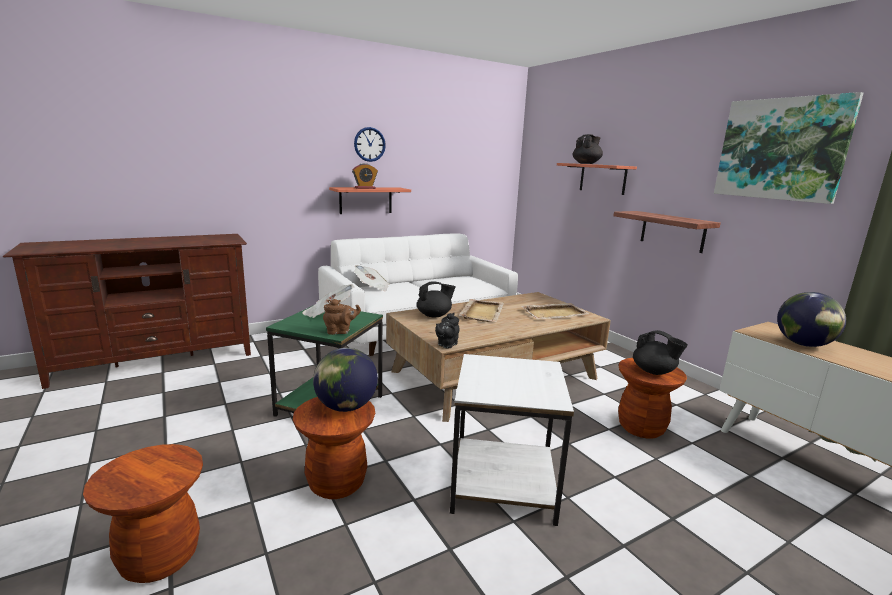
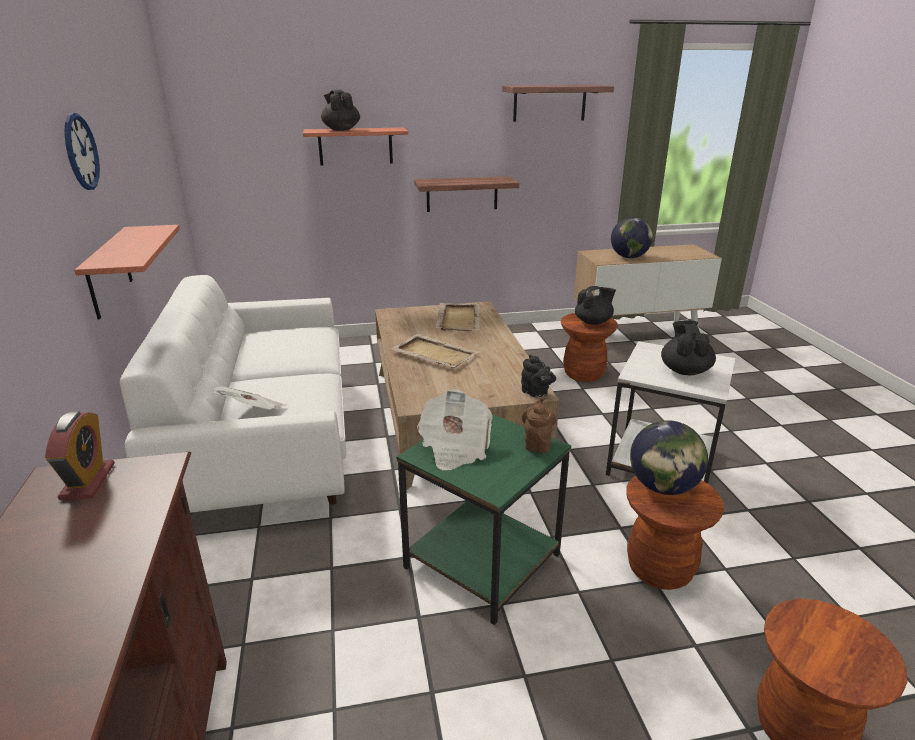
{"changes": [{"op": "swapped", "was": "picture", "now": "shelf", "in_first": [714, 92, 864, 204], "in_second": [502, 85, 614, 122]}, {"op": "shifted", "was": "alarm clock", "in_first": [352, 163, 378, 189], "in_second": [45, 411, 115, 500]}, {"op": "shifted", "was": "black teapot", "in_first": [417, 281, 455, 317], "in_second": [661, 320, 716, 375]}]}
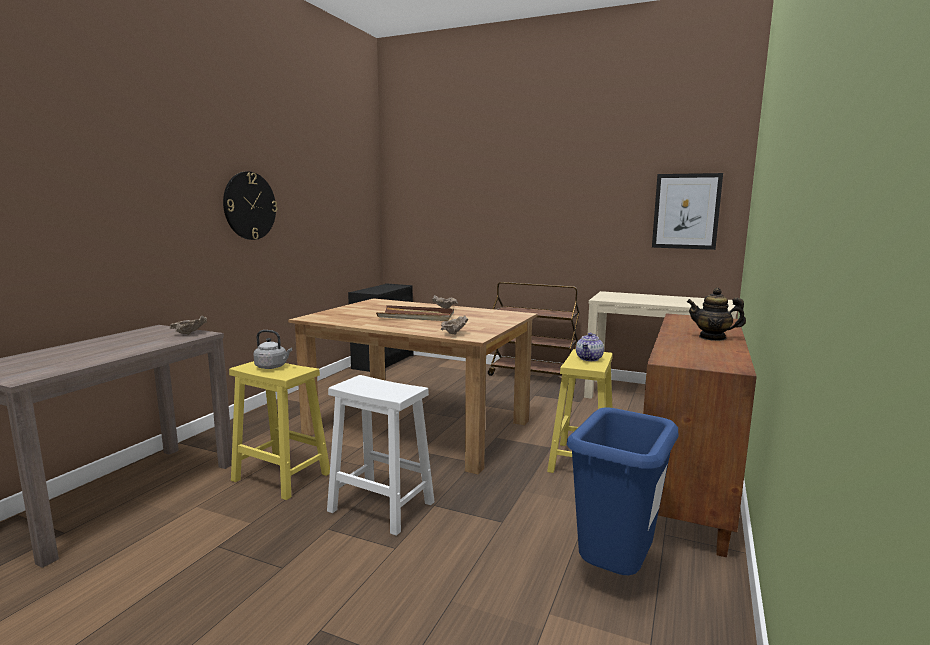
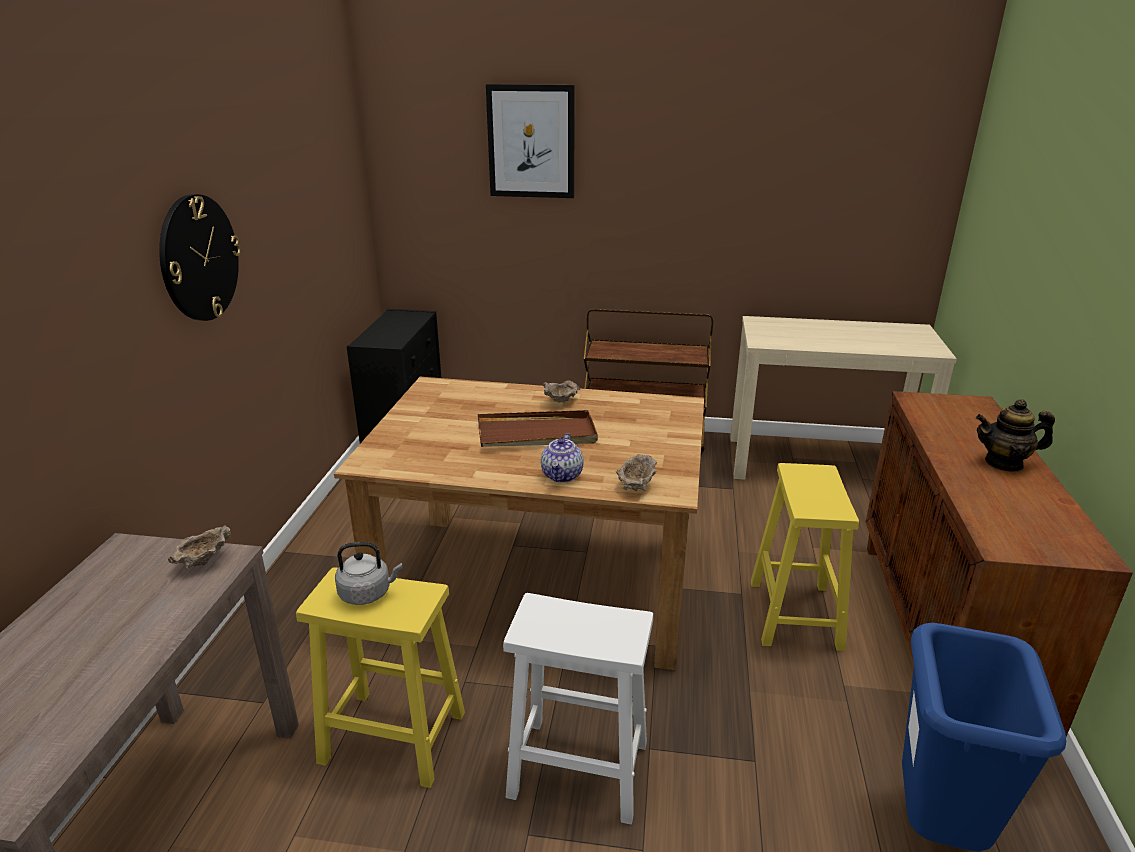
{"changes": [{"op": "shifted", "was": "picture", "in_first": [652, 173, 723, 250], "in_second": [486, 84, 575, 198]}, {"op": "shifted", "was": "teapot", "in_first": [576, 333, 604, 361], "in_second": [541, 433, 584, 483]}]}
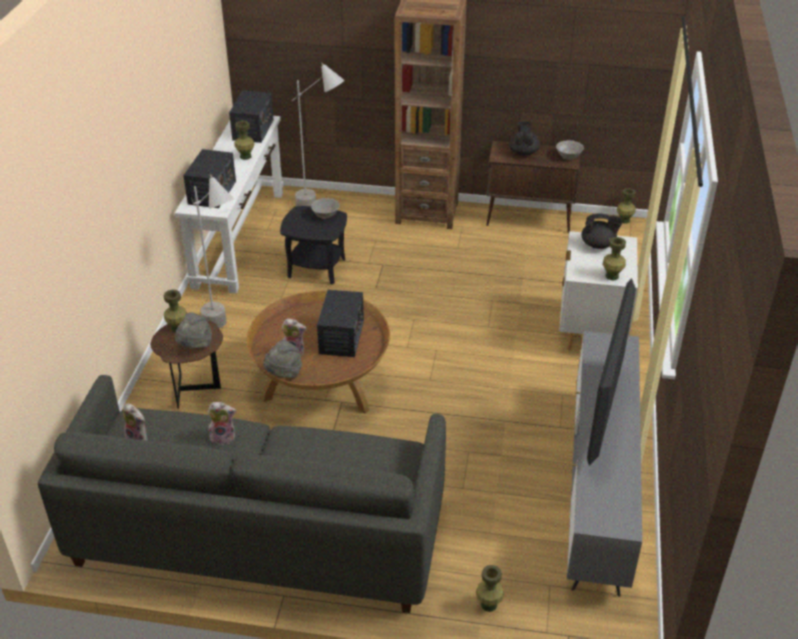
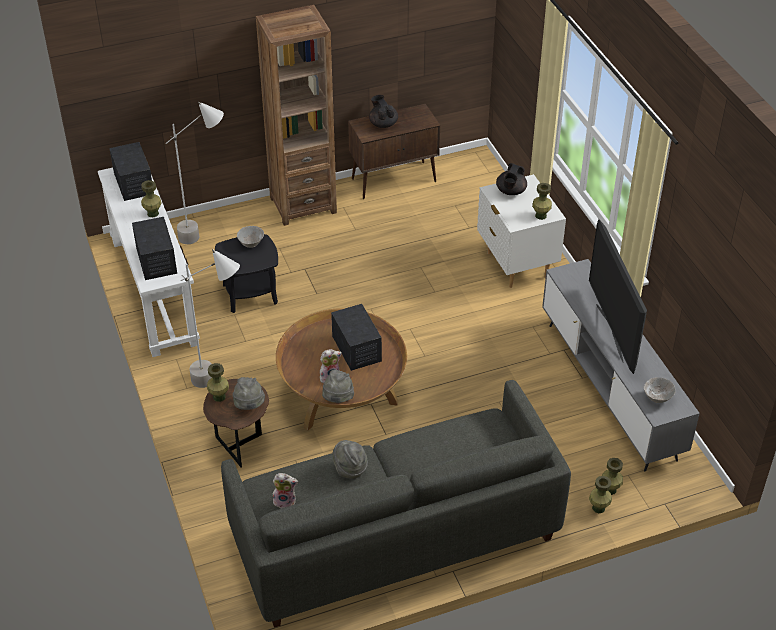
{"changes": [{"op": "shifted", "was": "grey bowl", "in_first": [556, 140, 584, 160], "in_second": [644, 377, 675, 403]}, {"op": "shifted", "was": "green vase", "in_first": [617, 188, 636, 224], "in_second": [602, 458, 623, 495]}, {"op": "rotated", "was": "black teapot", "in_first": [581, 213, 623, 249], "in_second": [496, 163, 527, 195], "clockwise": 135}, {"op": "swapped", "was": "plush toy", "now": "grey hat", "in_first": [208, 402, 236, 445], "in_second": [332, 440, 368, 479]}]}
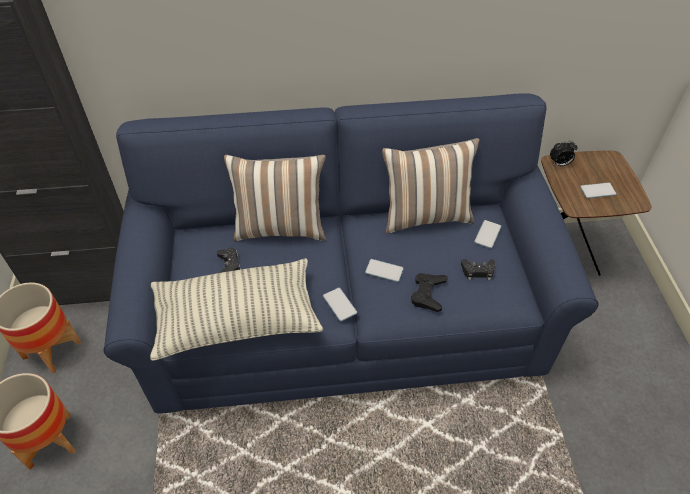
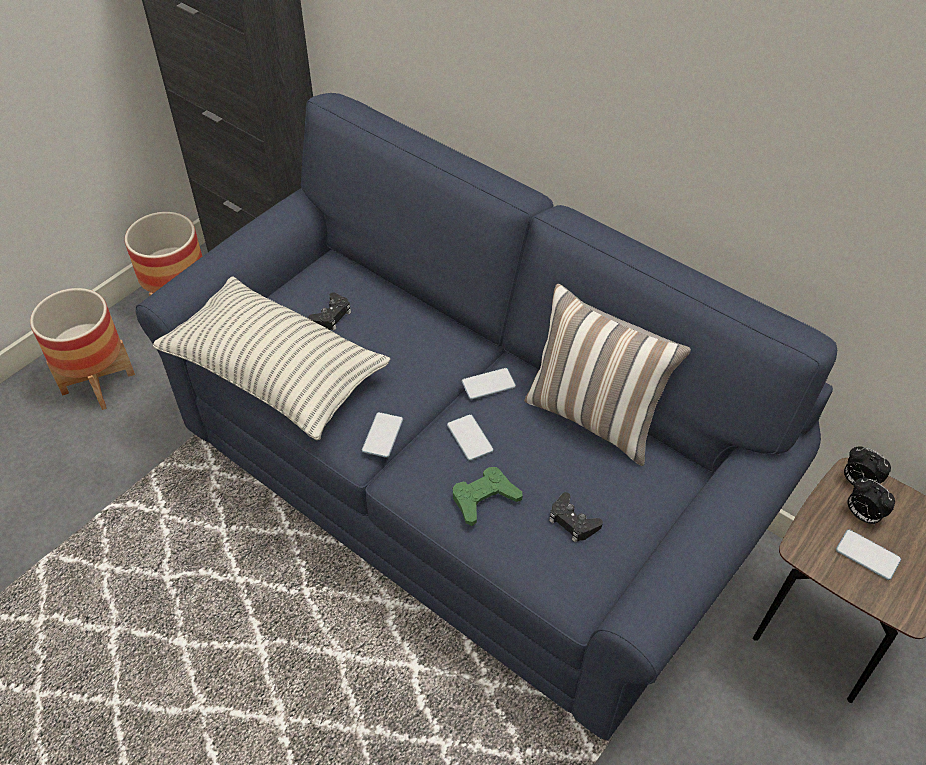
{"changes": [{"op": "gone", "was": "pillow", "in_first": [224, 155, 326, 241]}, {"op": "shifted", "was": "phone", "in_first": [474, 220, 502, 249], "in_second": [462, 368, 516, 400]}, {"op": "repainted", "was": "black game controller", "now": "green game controller", "in_first": [411, 273, 448, 312], "in_second": [453, 467, 523, 526]}, {"op": "new", "now": "alarm clock", "in_second": [847, 477, 895, 526]}]}
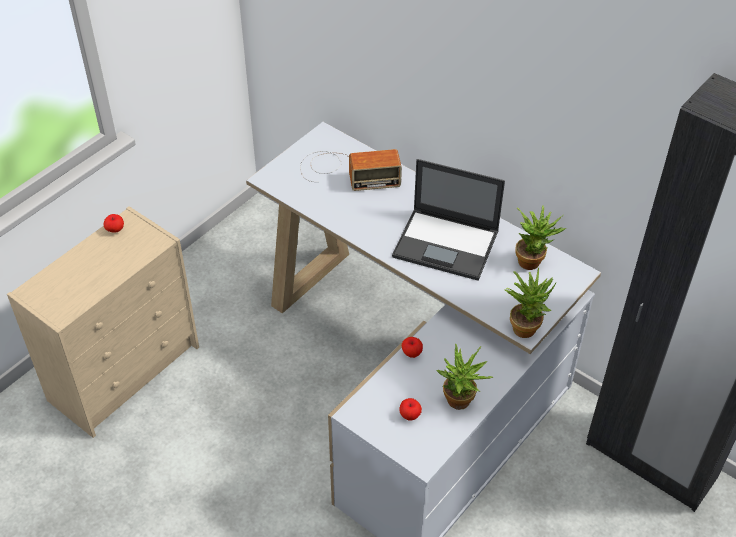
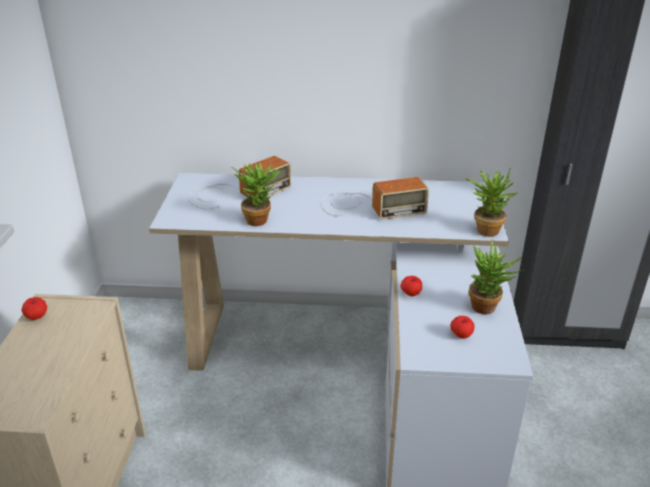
{"changes": [{"op": "swapped", "was": "laptop", "now": "radio", "in_first": [392, 159, 505, 281], "in_second": [321, 177, 429, 219]}, {"op": "shifted", "was": "potted plant", "in_first": [515, 206, 566, 270], "in_second": [231, 162, 281, 226]}]}
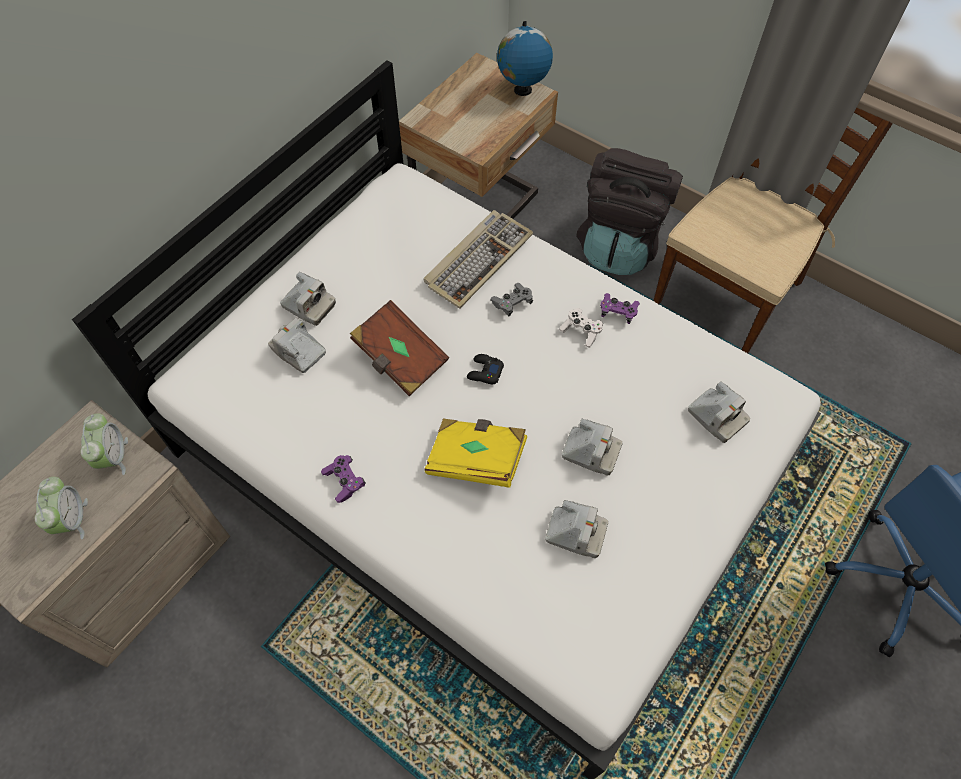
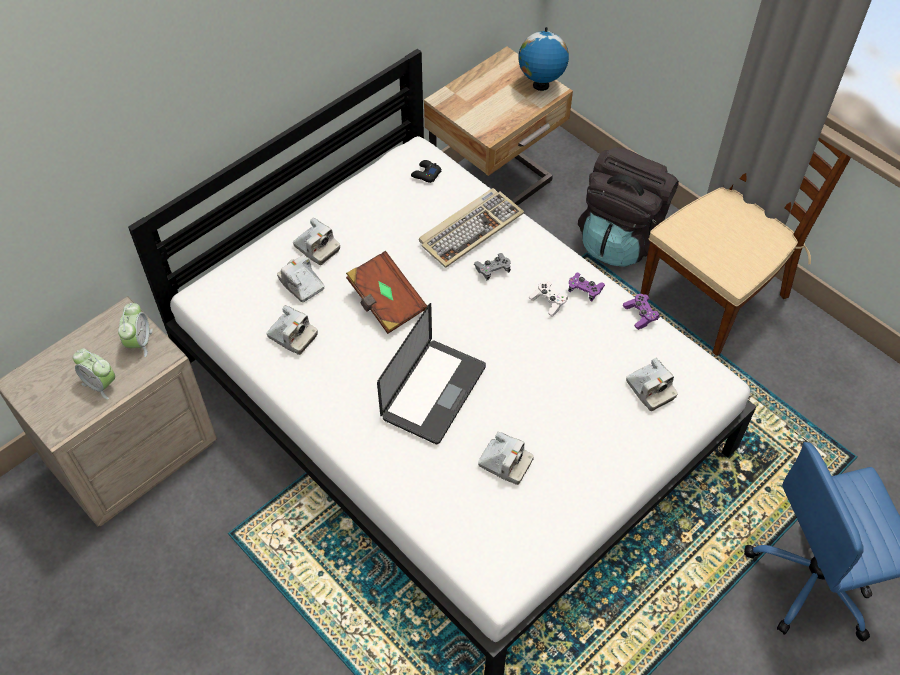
{"changes": [{"op": "shifted", "was": "black game controller", "in_first": [467, 354, 504, 384], "in_second": [411, 160, 442, 183]}, {"op": "swapped", "was": "yellow book", "now": "laptop", "in_first": [424, 418, 527, 488], "in_second": [377, 303, 486, 444]}, {"op": "shifted", "was": "photo camera", "in_first": [562, 419, 622, 476], "in_second": [266, 305, 318, 355]}, {"op": "shifted", "was": "purple game controller", "in_first": [321, 455, 366, 503], "in_second": [623, 294, 660, 330]}, {"op": "rotated", "was": "alarm clock", "in_first": [35, 477, 88, 539], "in_second": [73, 349, 115, 400], "clockwise": 120}]}
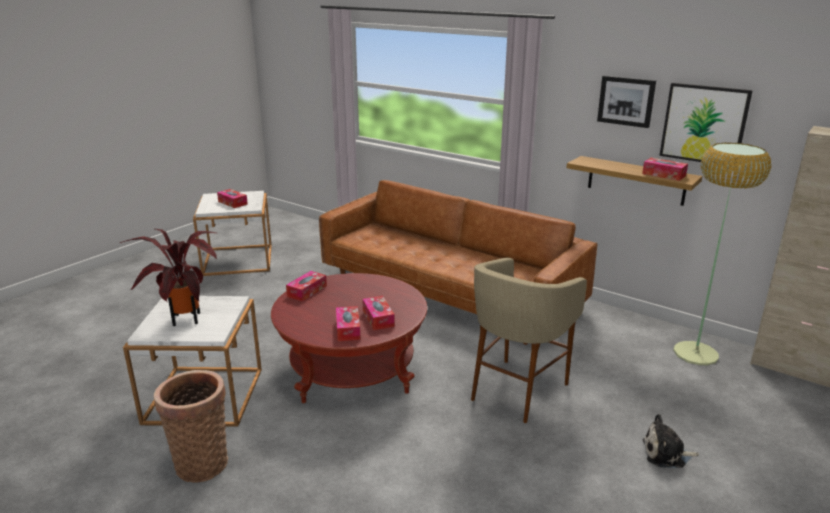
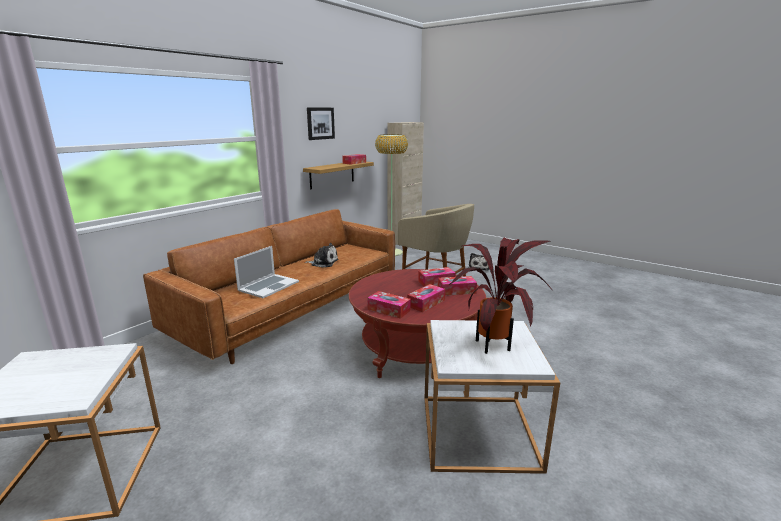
{"changes": [{"op": "gone", "was": "picture", "in_first": [659, 83, 753, 167]}, {"op": "shifted", "was": "tissue box", "in_first": [217, 189, 248, 208], "in_second": [407, 284, 445, 312]}, {"op": "gone", "was": "basket", "in_first": [154, 370, 228, 483]}, {"op": "new", "now": "plush toy", "in_second": [305, 243, 339, 268]}, {"op": "new", "now": "laptop", "in_second": [234, 246, 299, 298]}]}
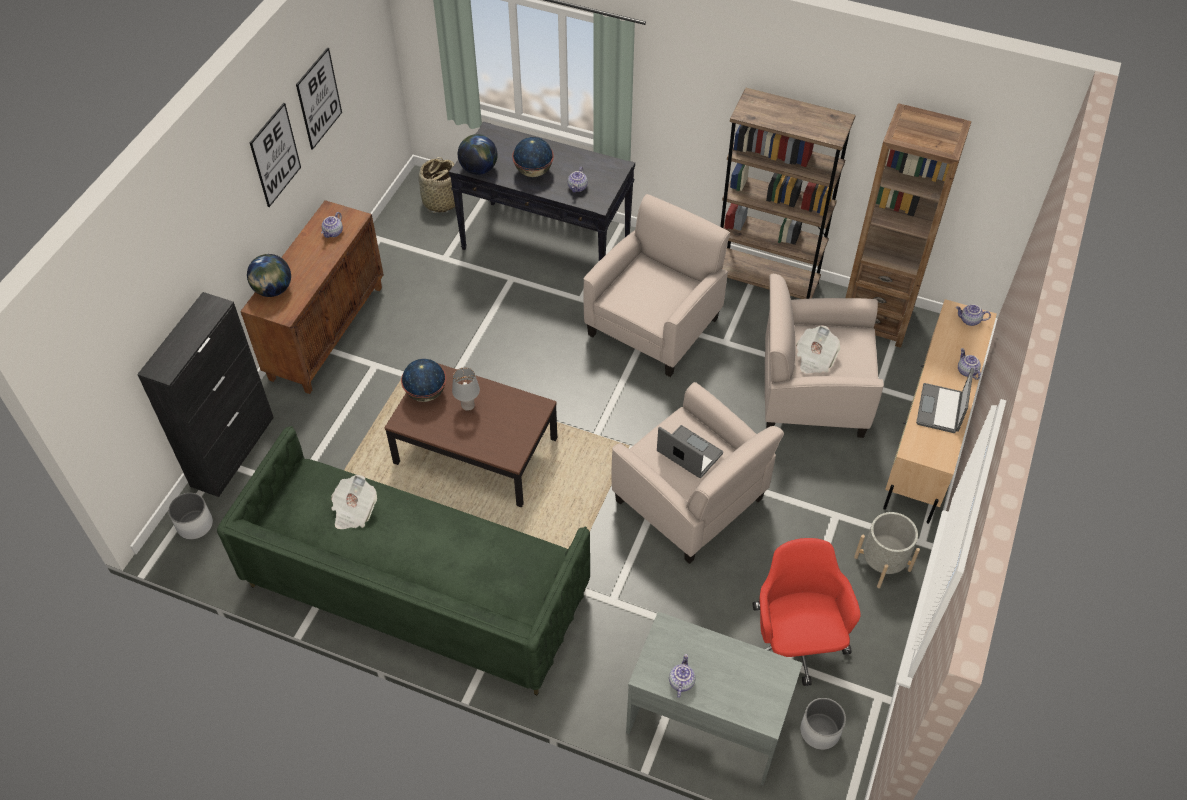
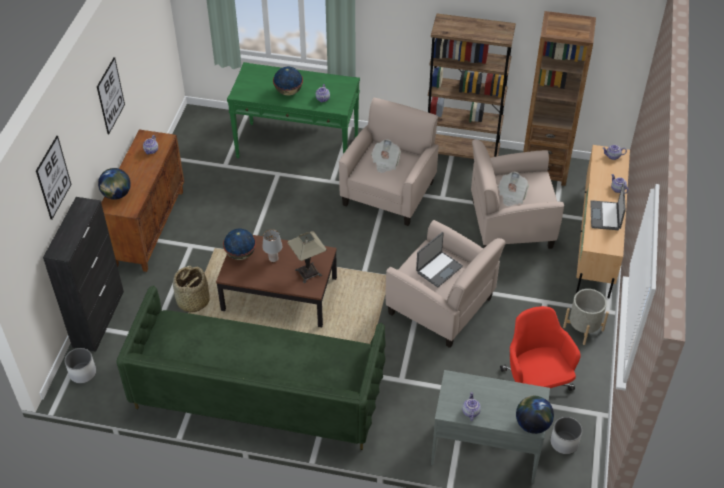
{"changes": [{"op": "shifted", "was": "picture", "in_first": [296, 48, 342, 150], "in_second": [36, 136, 71, 220]}, {"op": "repainted", "was": "black console table", "now": "green console table", "in_first": [449, 122, 635, 261], "in_second": [227, 62, 360, 158]}, {"op": "shifted", "was": "globe", "in_first": [458, 134, 498, 175], "in_second": [516, 396, 554, 434]}, {"op": "shifted", "was": "basket", "in_first": [419, 157, 455, 213], "in_second": [173, 266, 210, 313]}, {"op": "rotated", "was": "laptop", "in_first": [657, 425, 723, 478], "in_second": [416, 232, 463, 287], "clockwise": 105}, {"op": "shifted", "was": "newspaper", "in_first": [331, 475, 377, 529], "in_second": [371, 139, 401, 173]}, {"op": "new", "now": "table lamp", "in_second": [287, 231, 327, 283]}]}
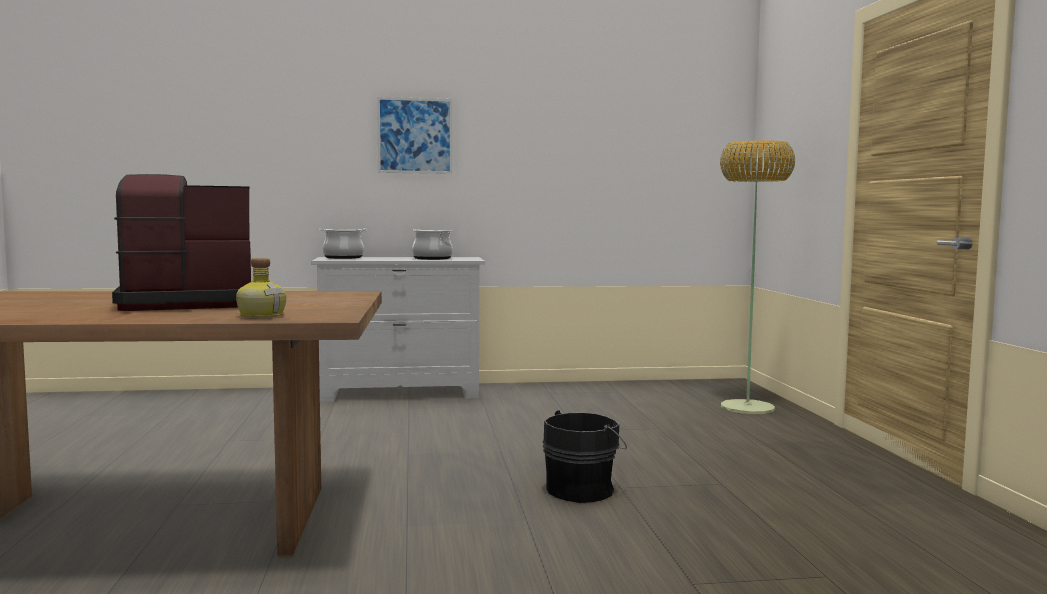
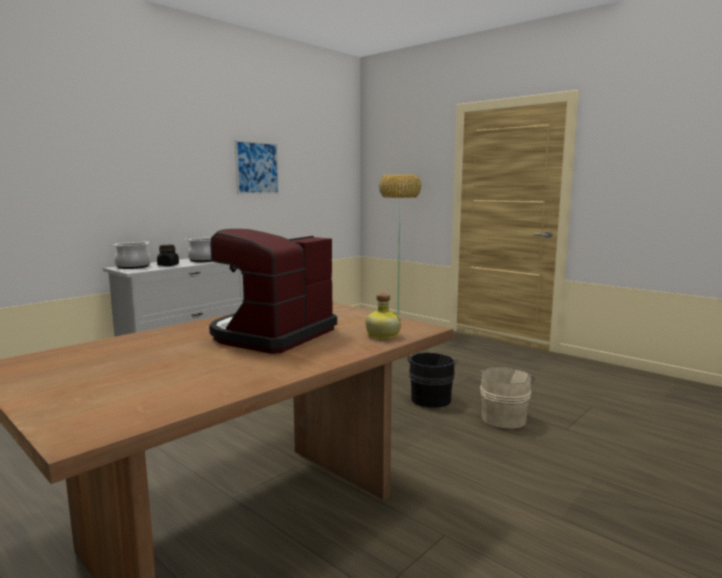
{"changes": [{"op": "shifted", "was": "picture", "in_first": [377, 97, 452, 174], "in_second": [235, 140, 279, 194]}, {"op": "new", "now": "black jar", "in_second": [157, 245, 179, 266]}, {"op": "new", "now": "beige bucket", "in_second": [479, 367, 534, 429]}]}
